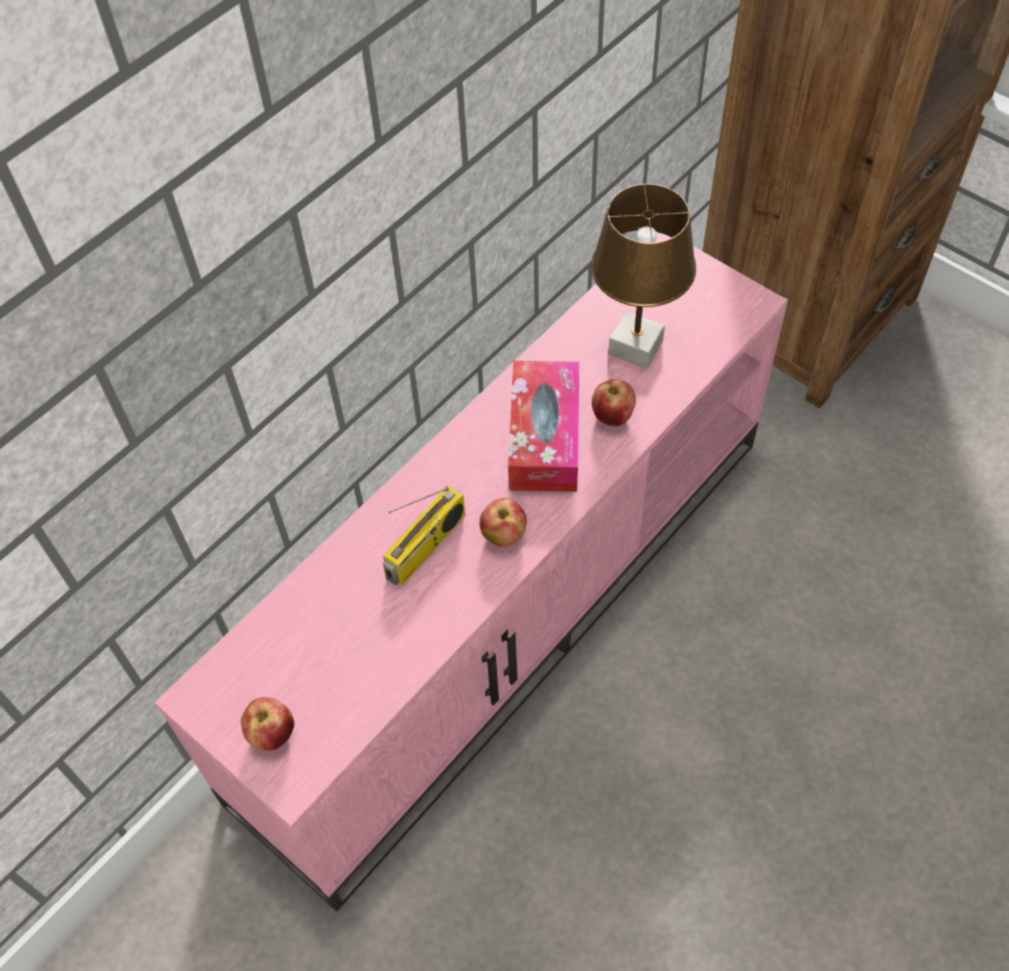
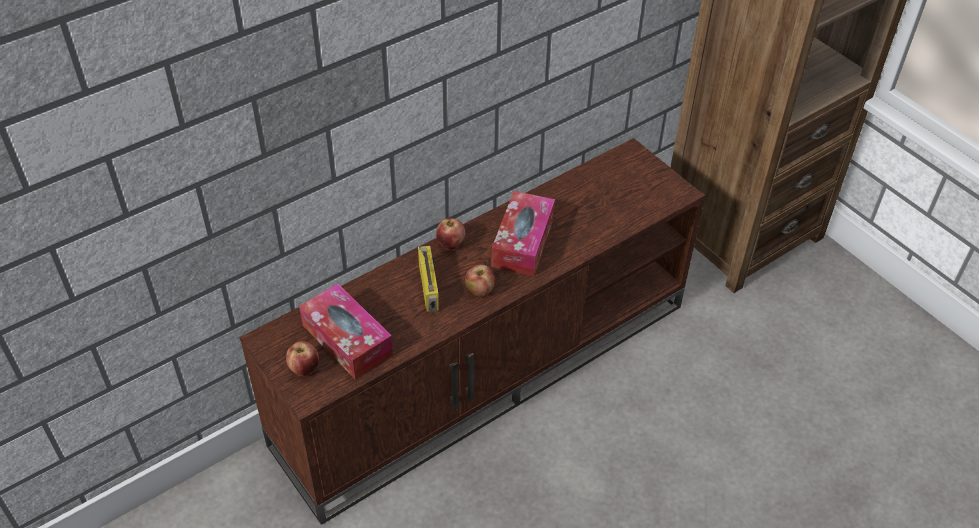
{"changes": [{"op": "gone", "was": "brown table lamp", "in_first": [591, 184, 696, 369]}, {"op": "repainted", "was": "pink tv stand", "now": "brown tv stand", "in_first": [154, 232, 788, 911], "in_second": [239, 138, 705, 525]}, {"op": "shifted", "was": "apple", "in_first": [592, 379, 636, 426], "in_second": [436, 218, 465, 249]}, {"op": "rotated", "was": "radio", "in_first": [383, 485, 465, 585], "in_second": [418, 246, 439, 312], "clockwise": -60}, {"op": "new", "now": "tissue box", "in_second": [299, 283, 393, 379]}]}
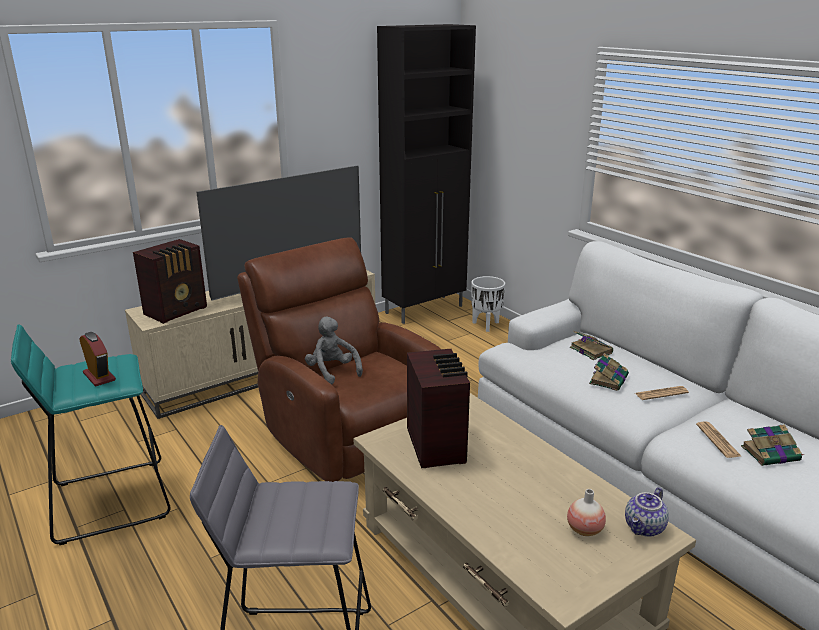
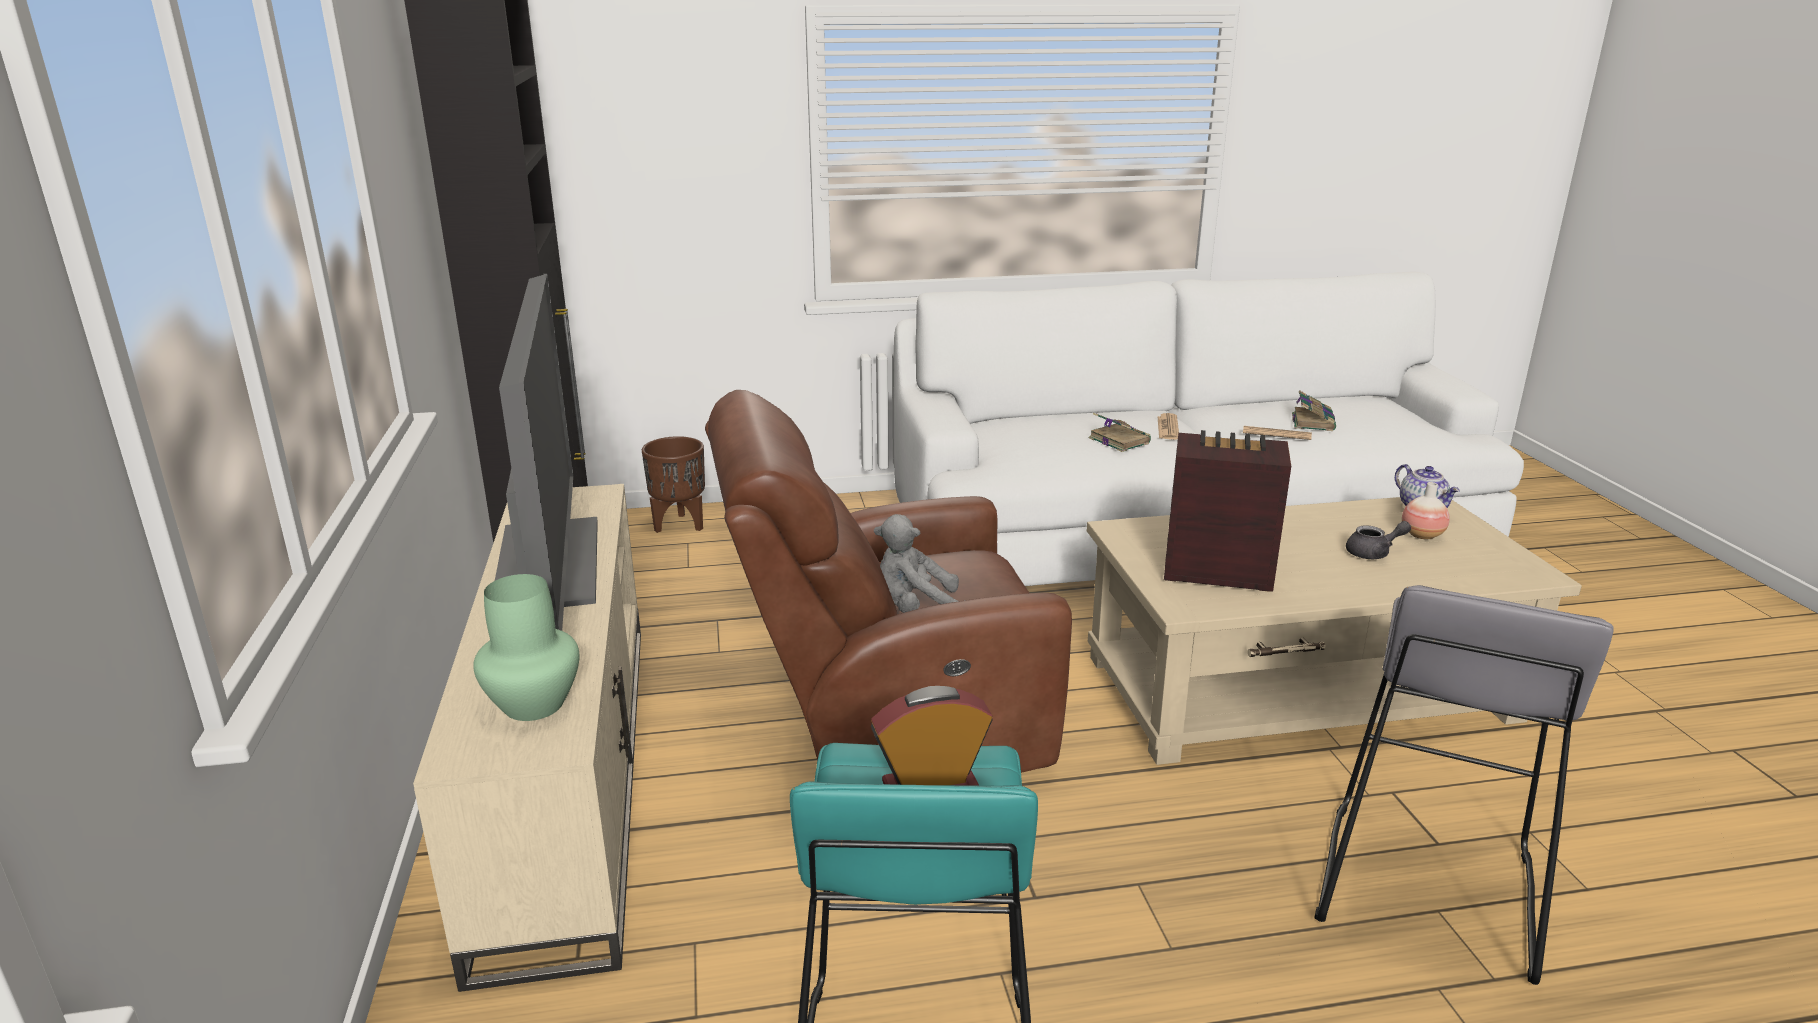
{"changes": [{"op": "swapped", "was": "radio", "now": "green vase", "in_first": [133, 239, 207, 324], "in_second": [473, 574, 579, 721]}, {"op": "repainted", "was": "white planter", "now": "brown planter", "in_first": [471, 276, 505, 332], "in_second": [642, 436, 705, 533]}, {"op": "gone", "was": "book", "in_first": [570, 331, 613, 360]}, {"op": "new", "now": "grey teapot", "in_second": [1346, 521, 1411, 559]}]}
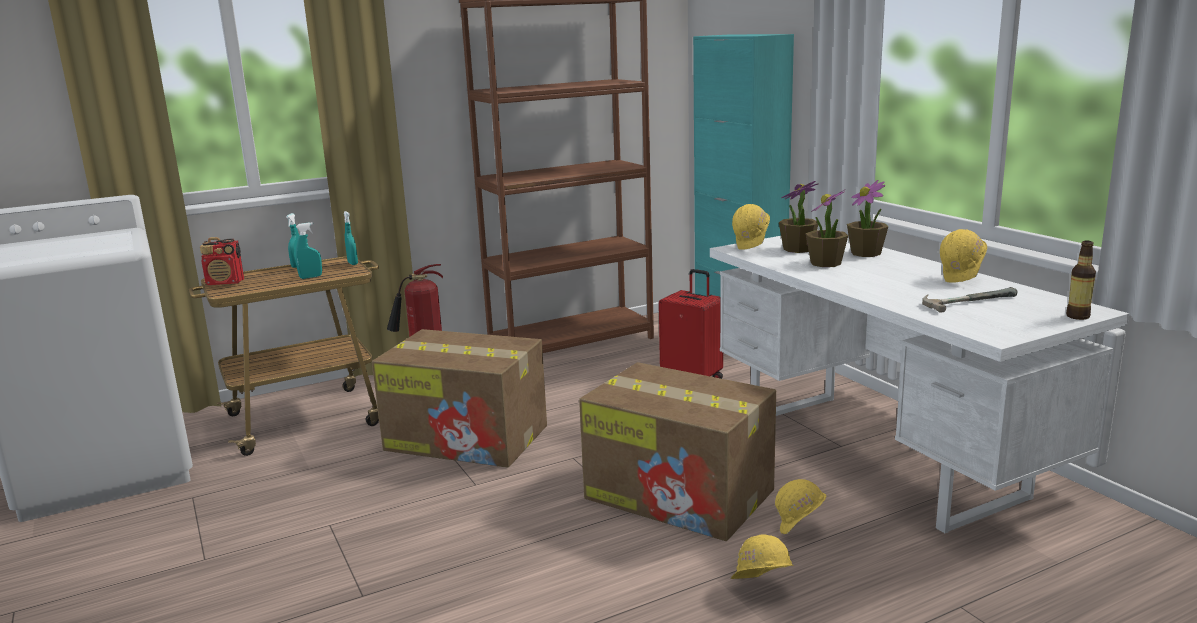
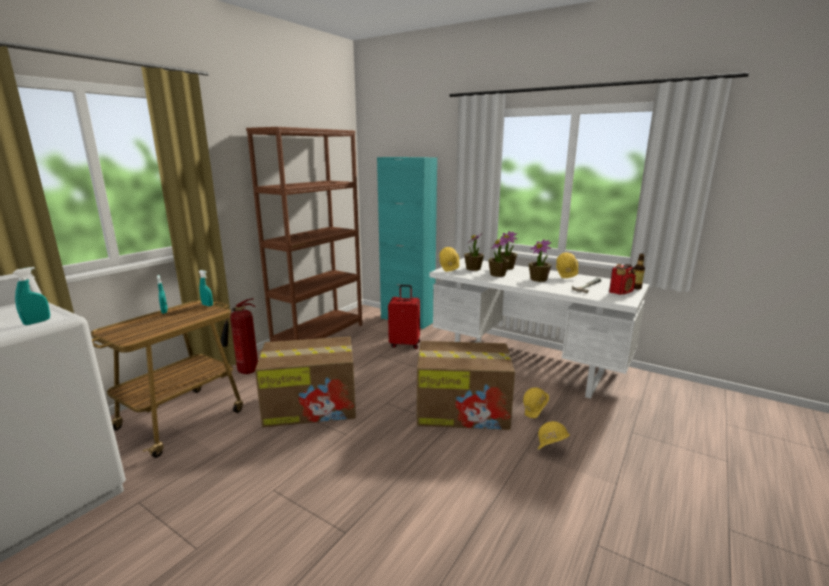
{"changes": [{"op": "shifted", "was": "turquoise spray bottle", "in_first": [295, 222, 322, 279], "in_second": [13, 267, 50, 325]}, {"op": "shifted", "was": "radio", "in_first": [200, 237, 244, 285], "in_second": [609, 264, 636, 295]}, {"op": "new", "now": "potted plant", "in_second": [529, 239, 552, 282]}]}
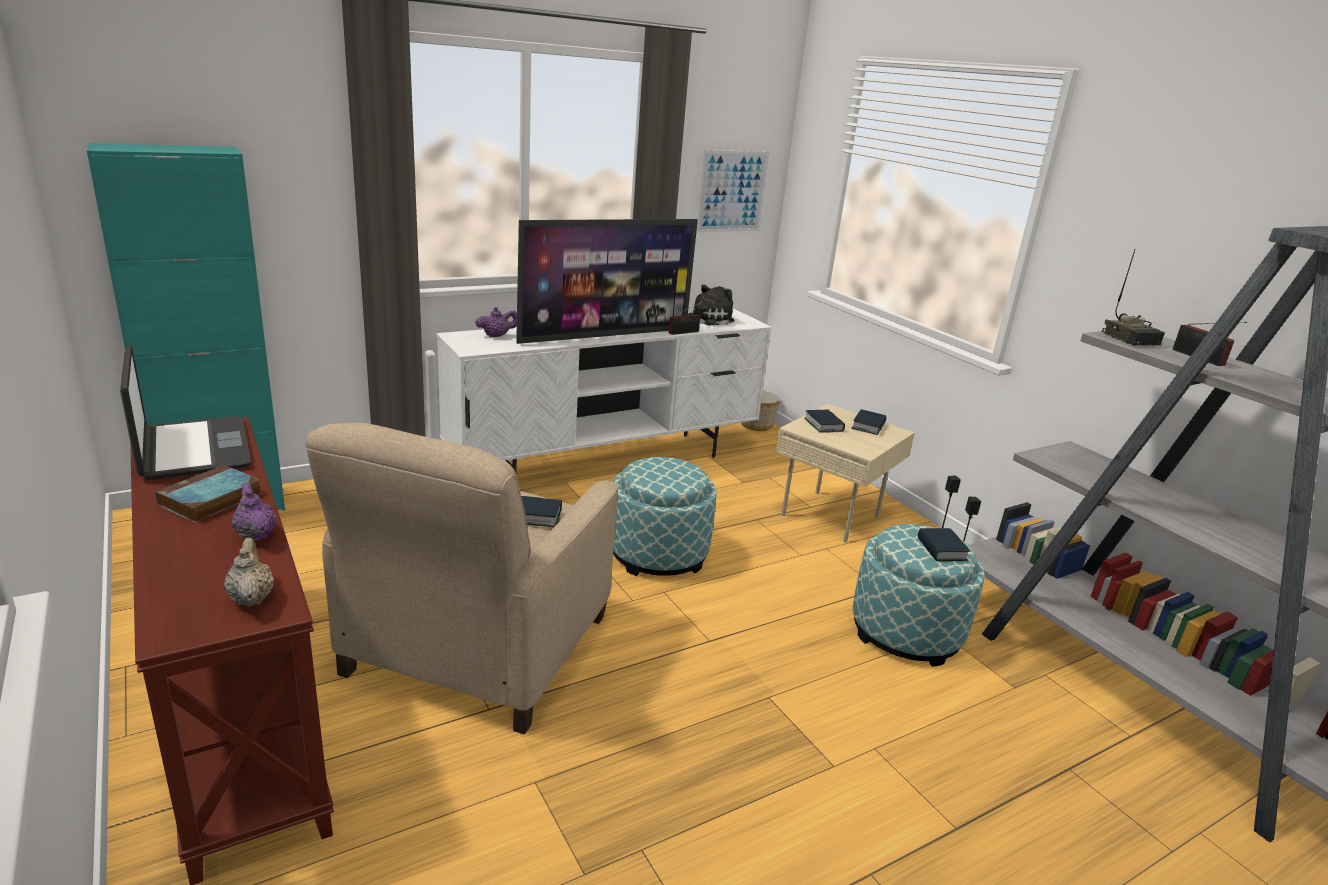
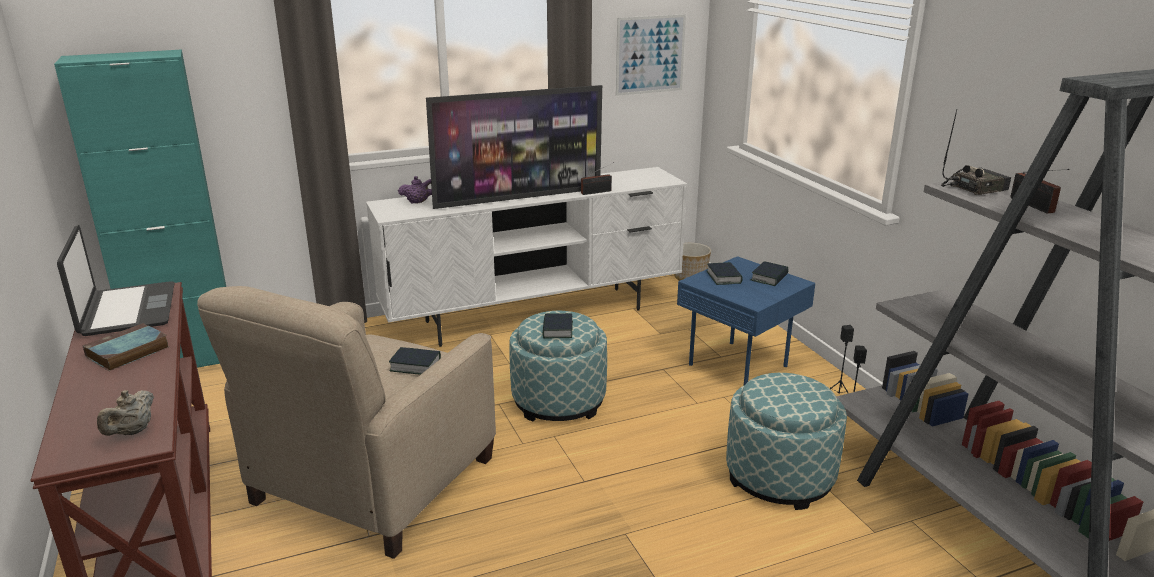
{"changes": [{"op": "rotated", "was": "radio", "in_first": [1102, 250, 1165, 346], "in_second": [941, 109, 1011, 195], "clockwise": -105}, {"op": "gone", "was": "plush toy", "in_first": [688, 284, 734, 325]}, {"op": "repainted", "was": "beige side table", "now": "blue side table", "in_first": [776, 404, 914, 543], "in_second": [677, 256, 815, 386]}, {"op": "gone", "was": "purple teapot", "in_first": [231, 482, 277, 541]}, {"op": "shifted", "was": "book", "in_first": [918, 528, 970, 561], "in_second": [542, 313, 573, 338]}, {"op": "rotated", "was": "beige teapot", "in_first": [224, 538, 274, 607], "in_second": [97, 390, 154, 436], "clockwise": -150}]}
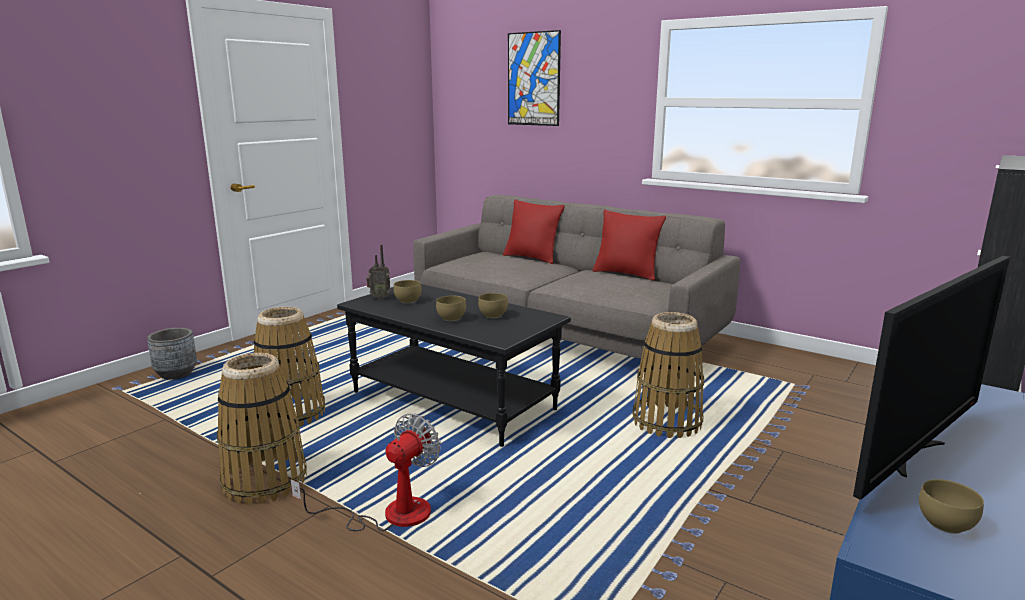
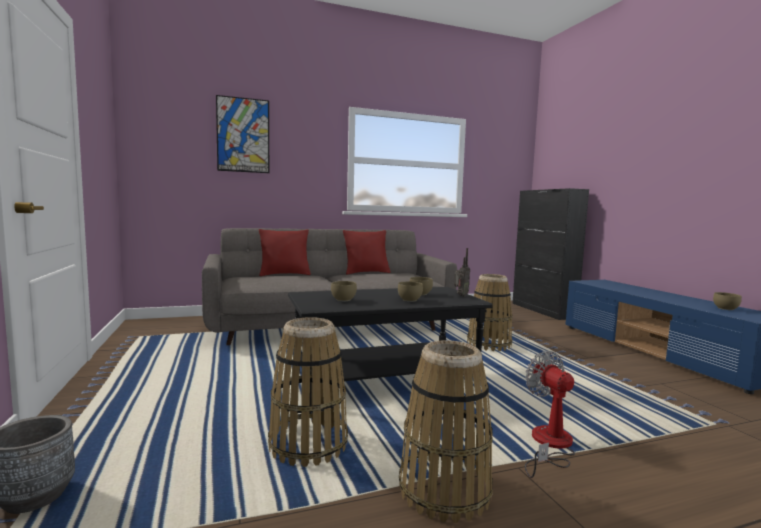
{"changes": [{"op": "shifted", "was": "radio", "in_first": [366, 244, 391, 300], "in_second": [454, 248, 470, 297]}, {"op": "gone", "was": "television", "in_first": [853, 256, 1010, 500]}]}
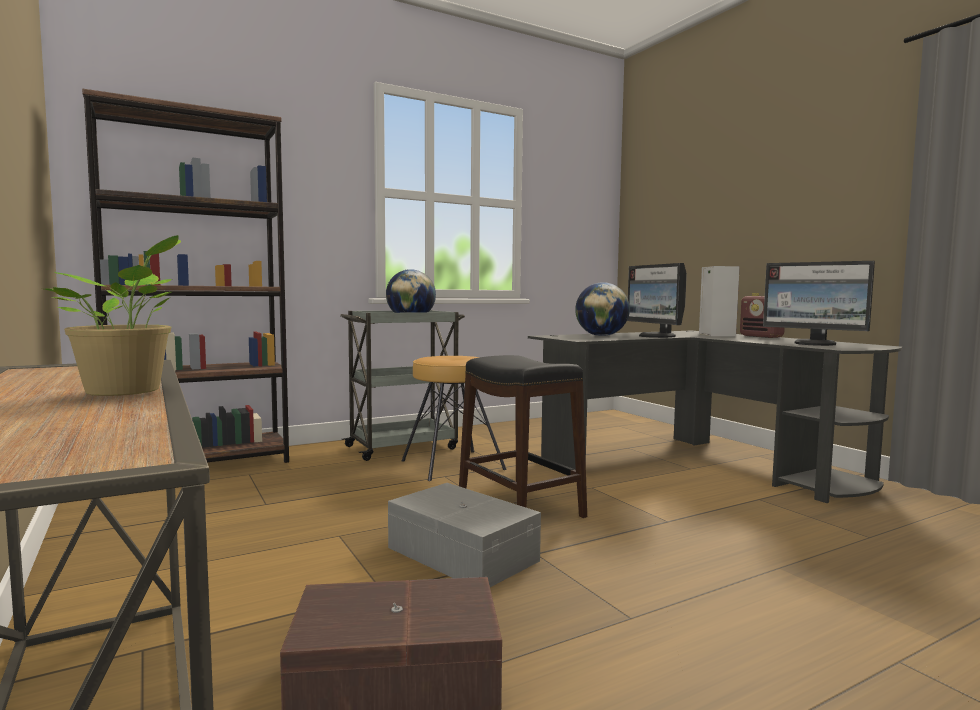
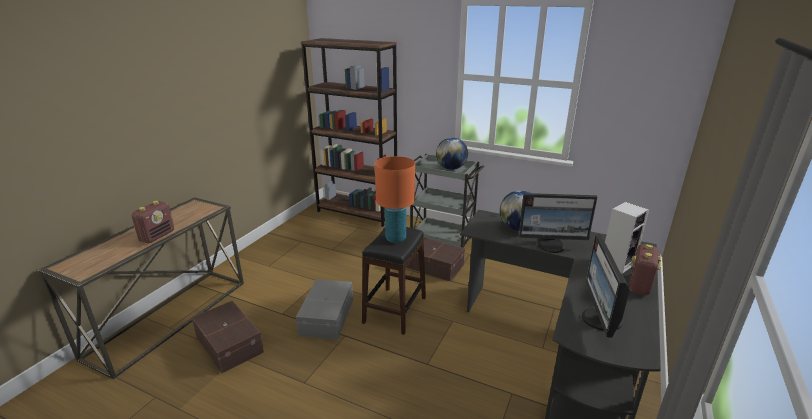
{"changes": [{"op": "swapped", "was": "potted plant", "now": "radio", "in_first": [44, 235, 181, 396], "in_second": [131, 201, 174, 243]}, {"op": "rotated", "was": "monitor", "in_first": [627, 263, 687, 338], "in_second": [518, 193, 597, 253], "clockwise": -120}, {"op": "swapped", "was": "brown stool", "now": "brown storage box", "in_first": [402, 356, 507, 481], "in_second": [406, 237, 465, 281]}, {"op": "new", "now": "orange table lamp", "in_second": [375, 156, 415, 243]}]}
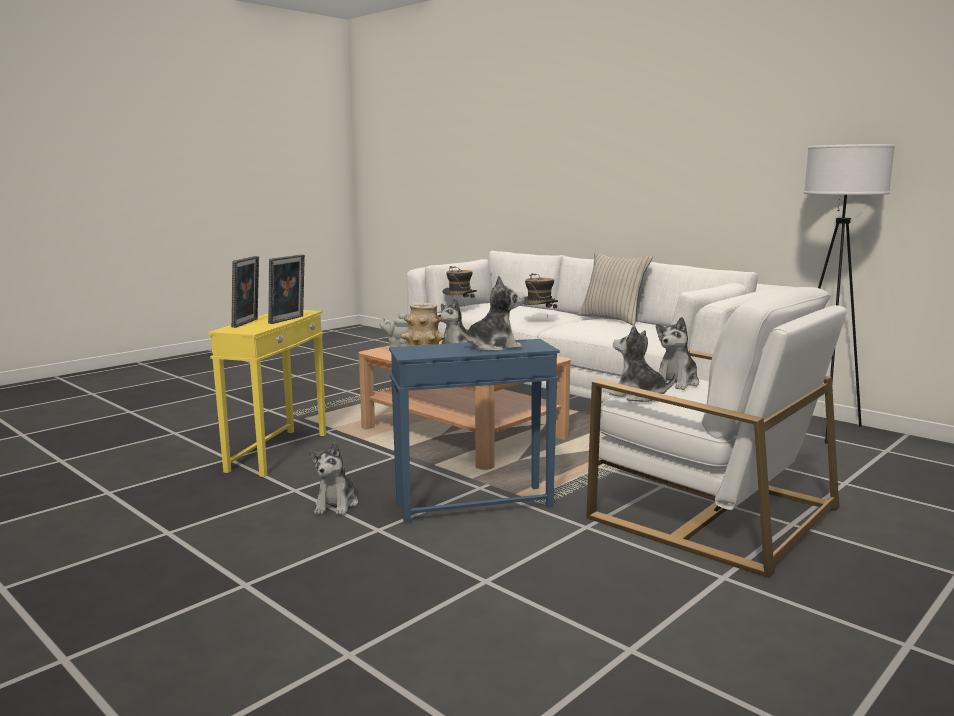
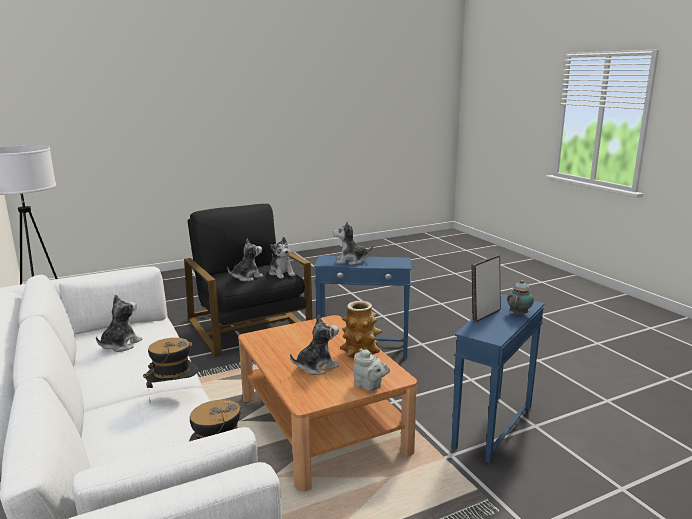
{"changes": [{"op": "gone", "was": "beige pillow", "in_first": [577, 252, 653, 325]}, {"op": "swapped", "was": "picture frame", "now": "teapot", "in_first": [231, 256, 259, 328], "in_second": [507, 280, 534, 315]}, {"op": "repainted", "was": "white armchair", "now": "black armchair", "in_first": [586, 287, 847, 578], "in_second": [184, 204, 313, 357]}, {"op": "repainted", "was": "yellow side table", "now": "blue side table", "in_first": [208, 310, 326, 477], "in_second": [451, 294, 545, 463]}, {"op": "shifted", "was": "plush toy", "in_first": [310, 443, 358, 515], "in_second": [96, 294, 142, 352]}]}
